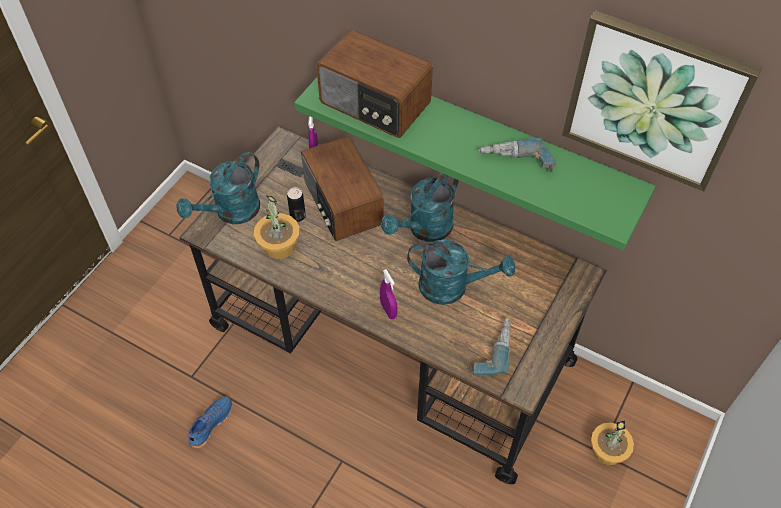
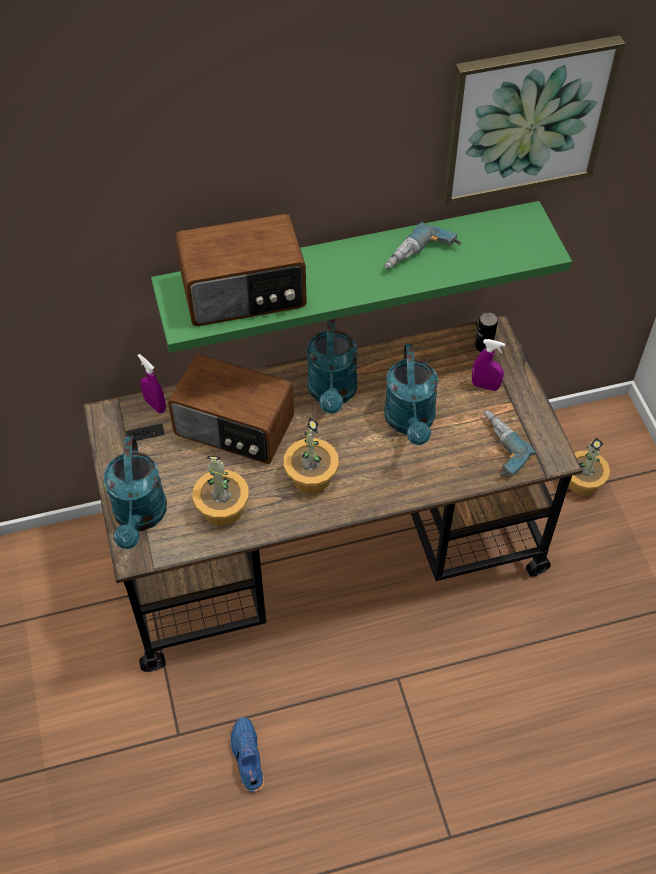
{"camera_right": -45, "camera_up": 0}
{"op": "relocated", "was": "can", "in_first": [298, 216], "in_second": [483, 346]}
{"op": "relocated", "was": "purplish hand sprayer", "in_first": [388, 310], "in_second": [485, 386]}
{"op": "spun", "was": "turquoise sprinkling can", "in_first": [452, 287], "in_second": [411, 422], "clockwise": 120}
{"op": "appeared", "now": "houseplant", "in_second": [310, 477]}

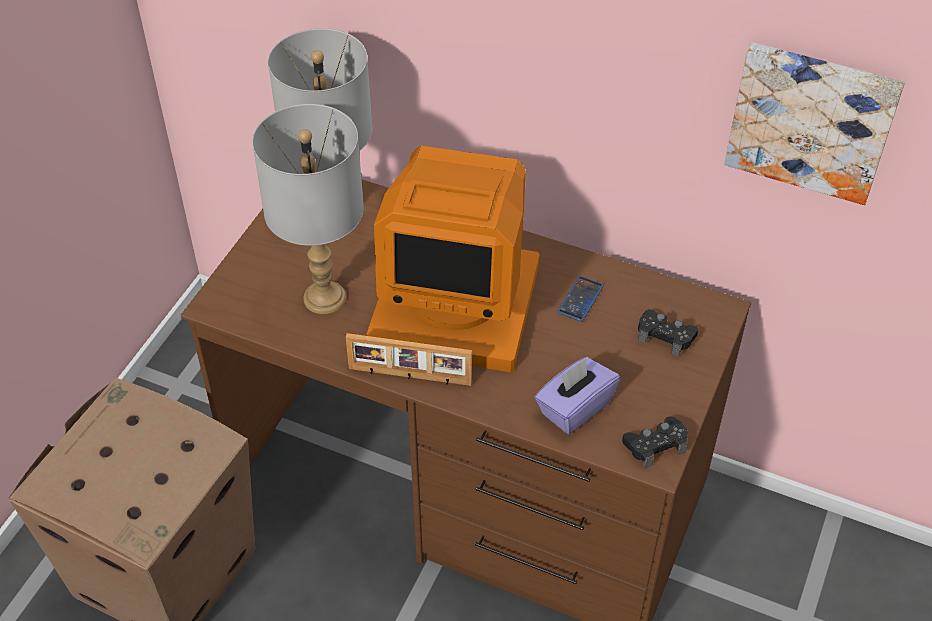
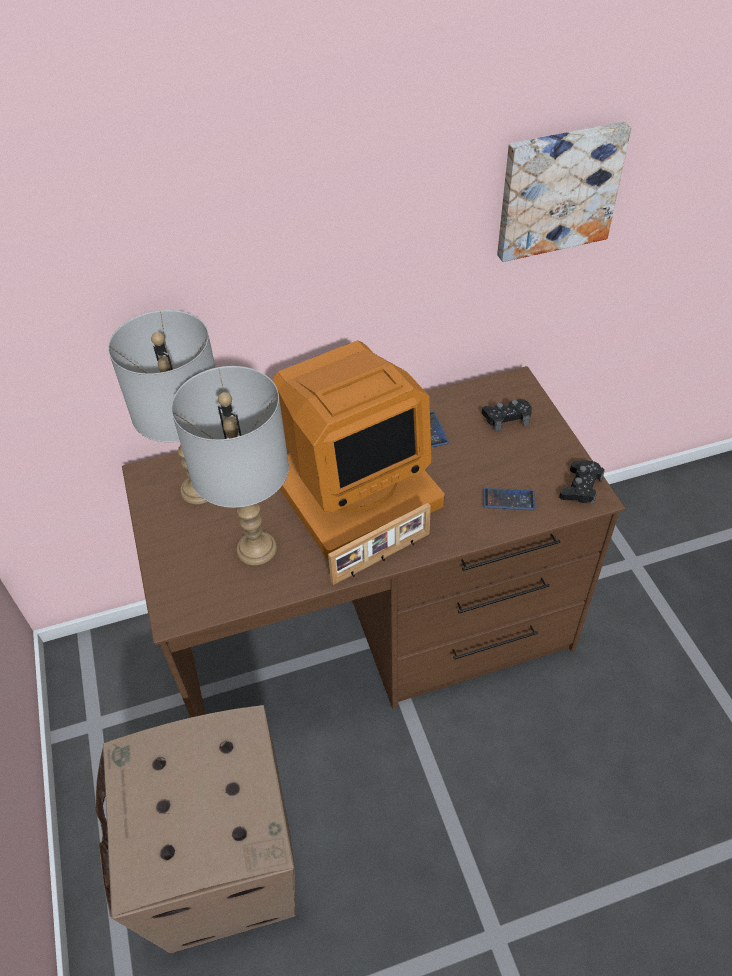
{"camera_right": -40, "camera_up": 0}
{"op": "exchanged", "was": "purplish box of tissues", "now": "telephone", "in_first": [574, 407], "in_second": [508, 500]}

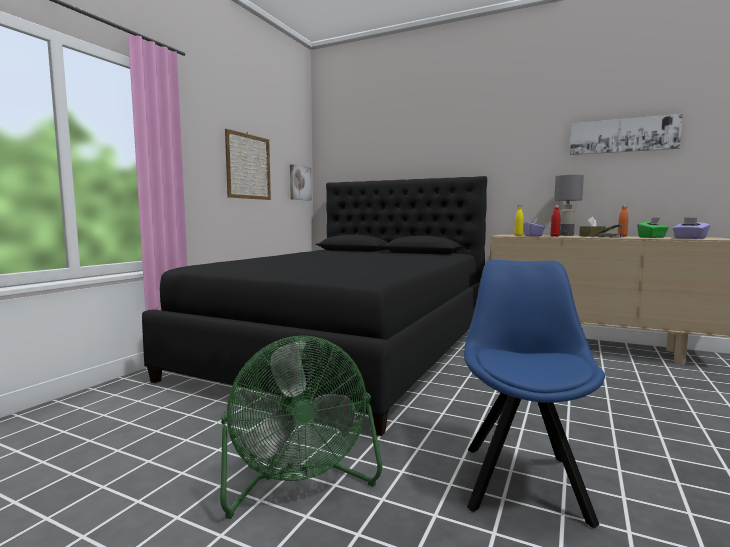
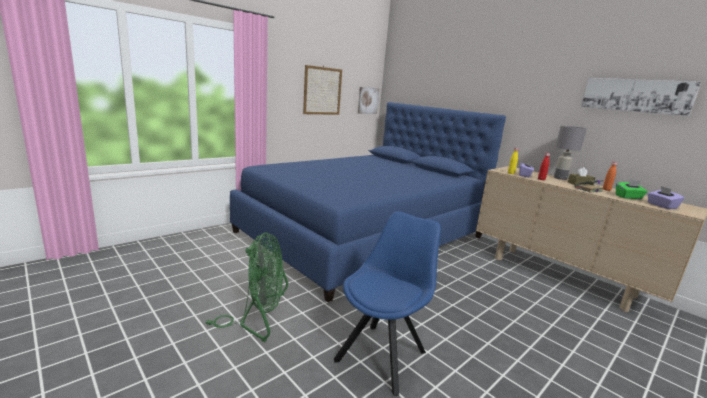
{"camera_right": 20, "camera_up": 10}
{"op": "colour", "was": "black-coloured sleeping bed", "now": "blue-coloured sleeping bed", "in_first": [348, 349], "in_second": [364, 234]}
{"op": "spun", "was": "greenish electric fan", "in_first": [293, 484], "in_second": [257, 316], "clockwise": -90}

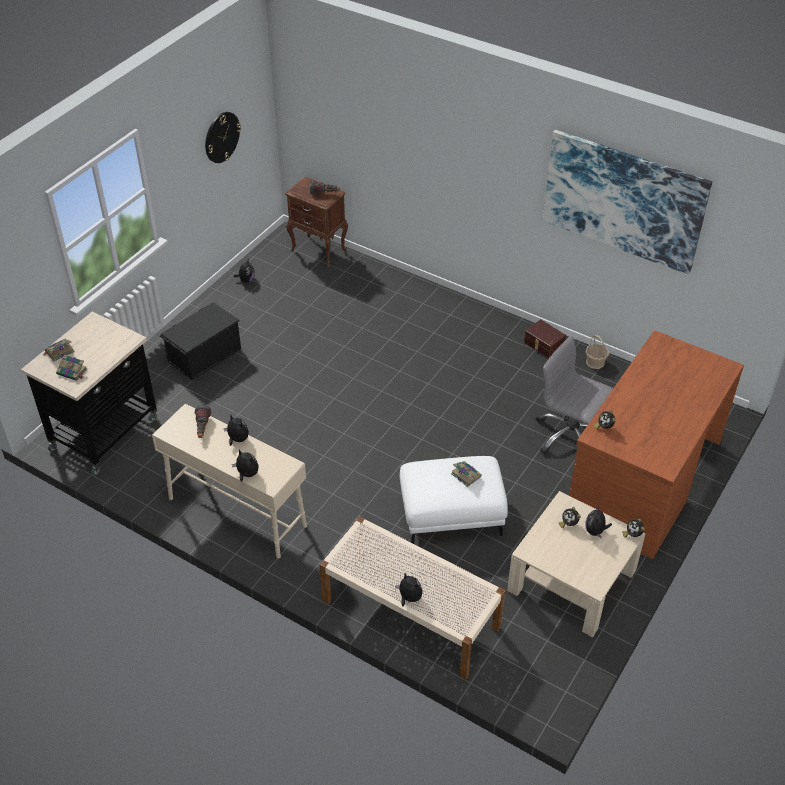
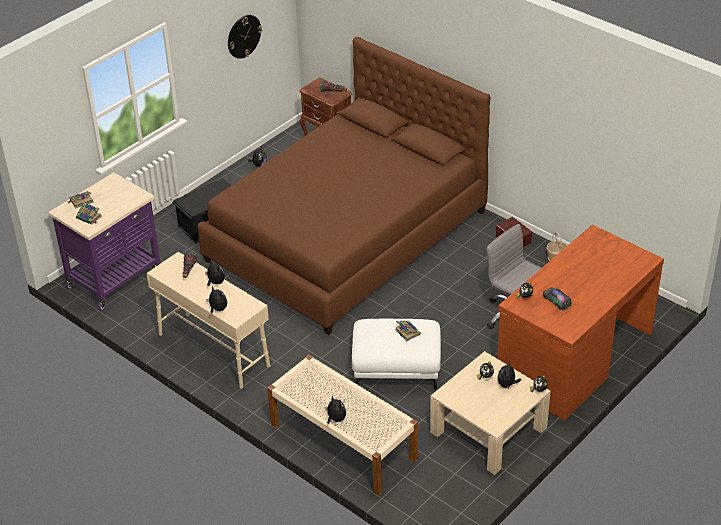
{"camera_right": 10, "camera_up": -5}
{"op": "colour", "was": "black-coloured trolley", "now": "purplish trolley", "in_first": [104, 433], "in_second": [114, 279]}
{"op": "missing", "was": "wall art", "in_first": [623, 200]}
{"op": "appeared", "now": "brown-coloured sleeping bed", "in_second": [347, 236]}
{"op": "appeared", "now": "toy truck", "in_second": [556, 301]}

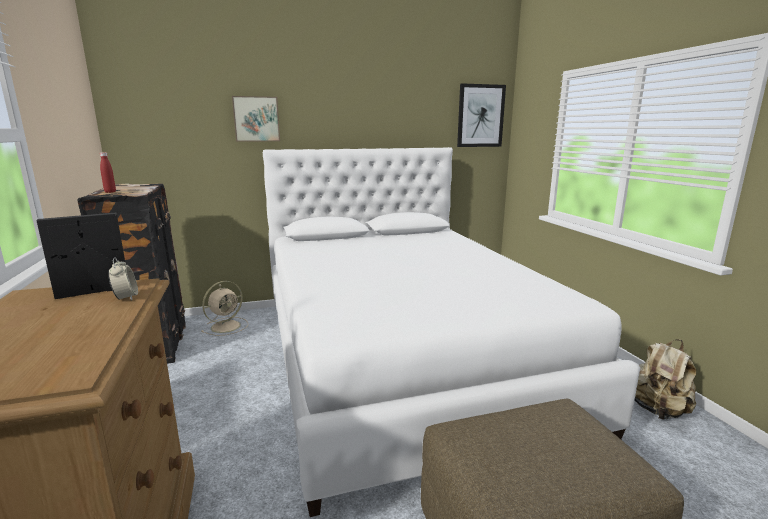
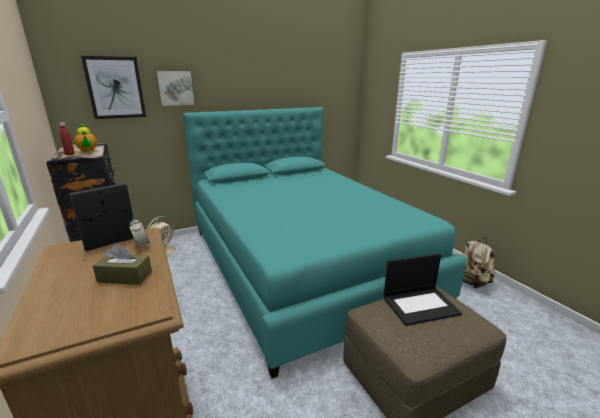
{"camera_right": -10, "camera_up": 5}
{"op": "colour", "was": "white-coloured sleeping bed", "now": "turquoise sleeping bed", "in_first": [402, 357], "in_second": [303, 262]}
{"op": "relocated", "was": "wall art", "in_first": [480, 116], "in_second": [115, 88]}
{"op": "appeared", "now": "pot for tea", "in_second": [88, 150]}
{"op": "appeared", "now": "brown-coloured box of tissues", "in_second": [125, 277]}
{"op": "appeared", "now": "notebook computer", "in_second": [421, 305]}

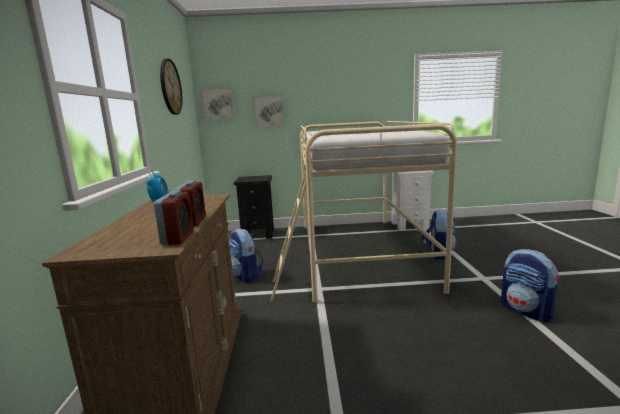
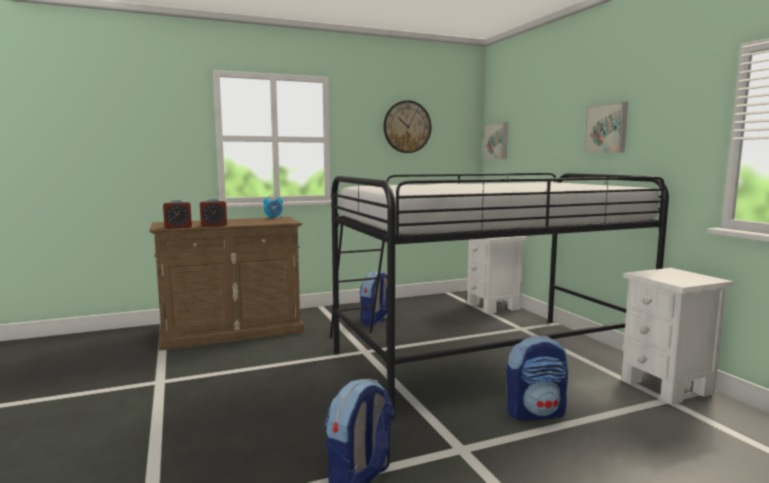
{"camera_right": 70, "camera_up": -5}
{"op": "colour", "was": "black-coloured bedside table", "now": "white-coloured bedside table", "in_first": [258, 234], "in_second": [492, 306]}
{"op": "relocated", "was": "wall art", "in_first": [269, 111], "in_second": [607, 128]}
{"op": "colour", "was": "sand-coloured sleeping bed", "now": "black-coloured sleeping bed", "in_first": [357, 253], "in_second": [483, 359]}

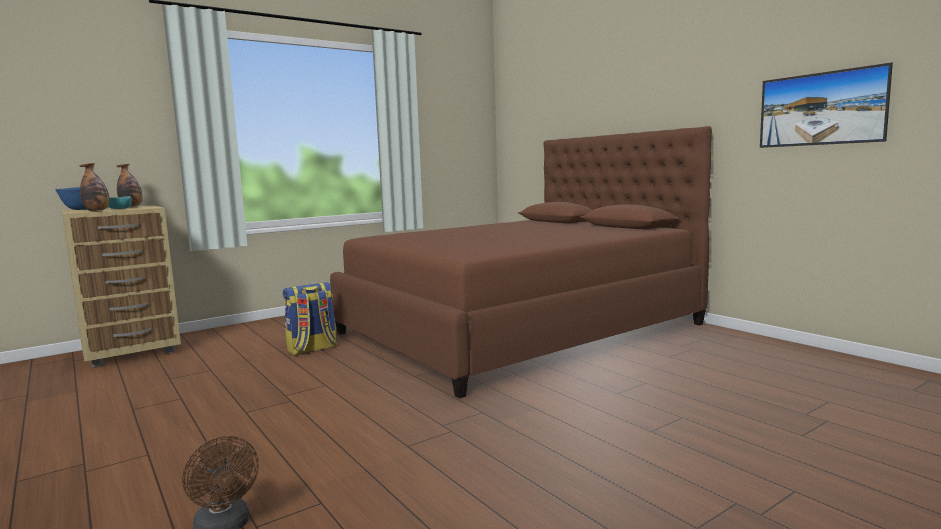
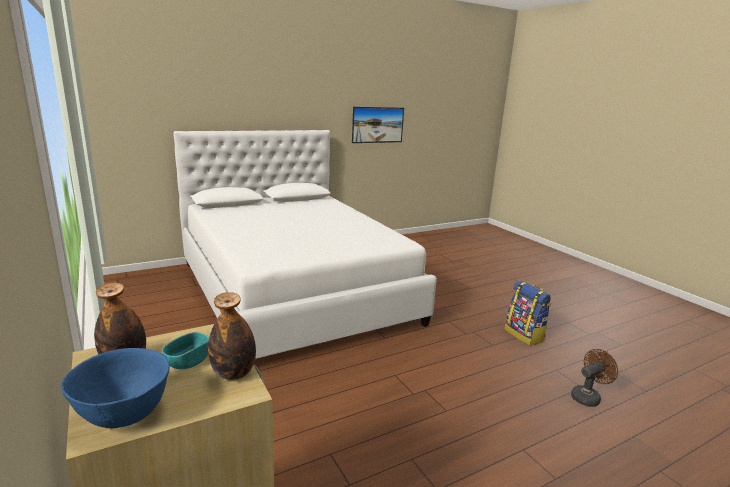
{"camera_right": -85, "camera_up": 10}
{"op": "relocated", "was": "knapsack", "in_first": [312, 349], "in_second": [524, 335]}
{"op": "colour", "was": "brown-coloured sleeping bed", "now": "white-coloured sleeping bed", "in_first": [519, 329], "in_second": [294, 291]}

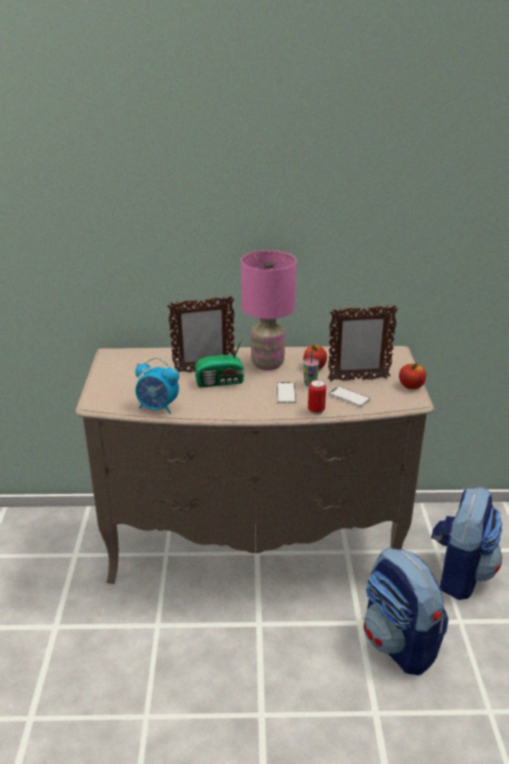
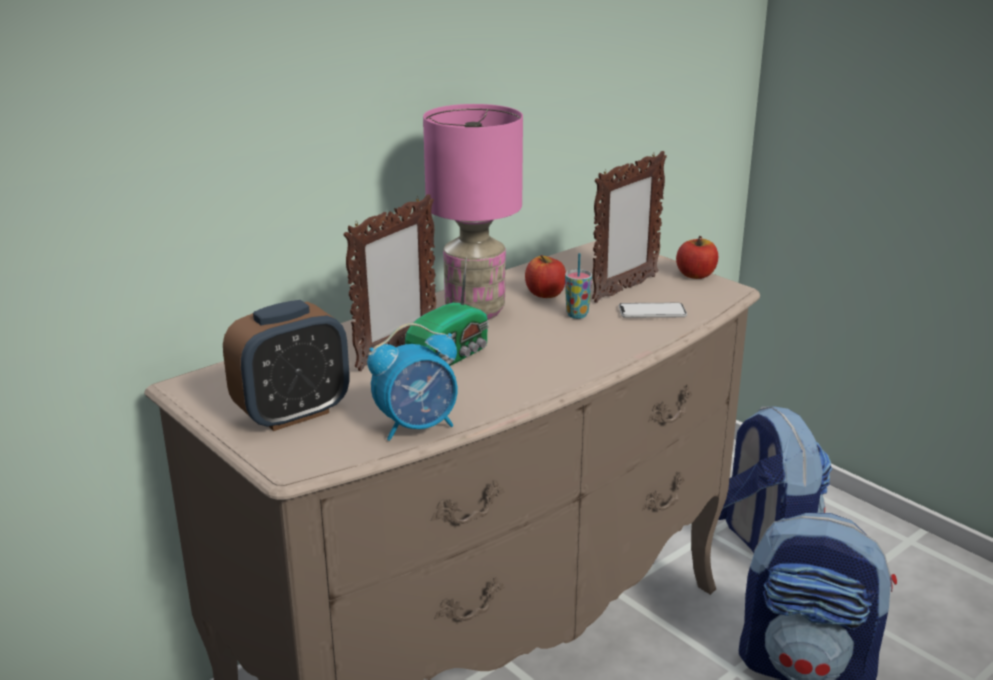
{"camera_right": -40, "camera_up": -5}
{"op": "missing", "was": "telephone", "in_first": [286, 393]}
{"op": "missing", "was": "can", "in_first": [316, 411]}
{"op": "appeared", "now": "alarm clock", "in_second": [292, 414]}

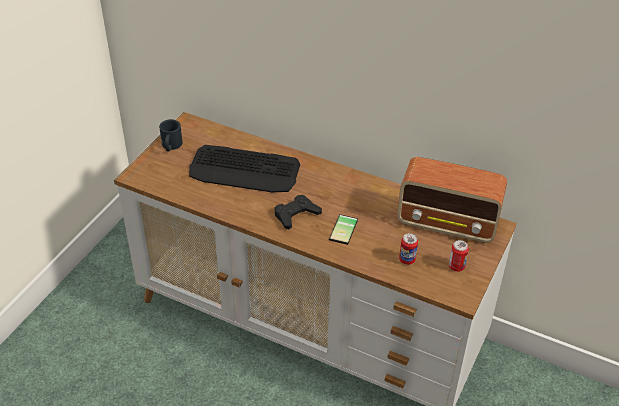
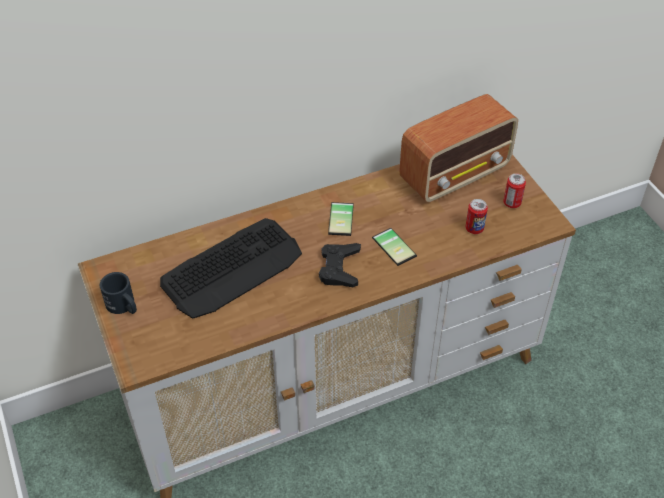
{"camera_right": -50, "camera_up": 5}
{"op": "appeared", "now": "telephone", "in_second": [343, 219]}

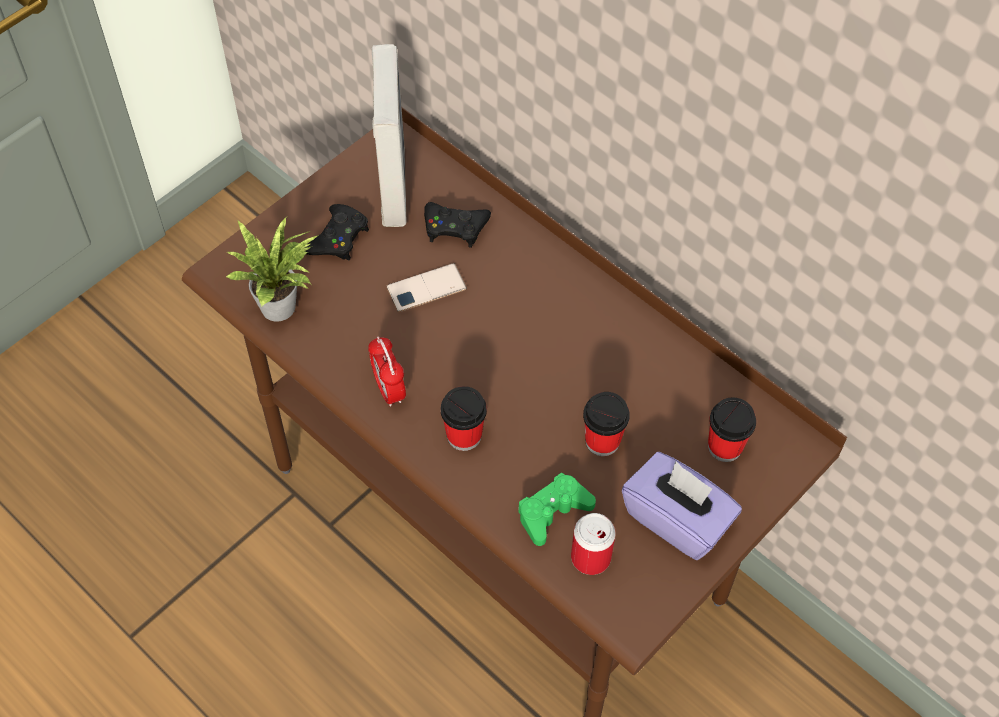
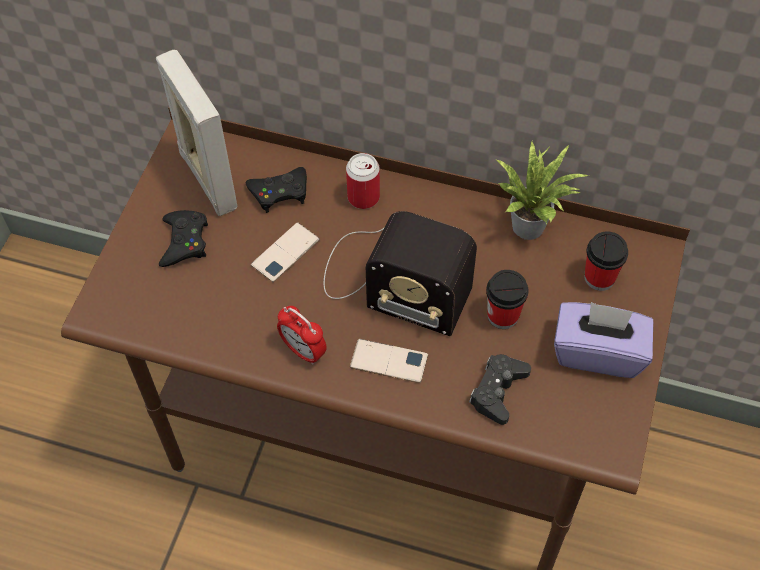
{"camera_right": -25, "camera_up": 0}
{"op": "relocated", "was": "houseplant", "in_first": [283, 306], "in_second": [532, 225]}
{"op": "exchanged", "was": "small cup", "now": "telephone", "in_first": [464, 435], "in_second": [389, 361]}
{"op": "colour", "was": "greenish gamepad", "now": "black-coloured gamepad", "in_first": [553, 512], "in_second": [498, 391]}
{"op": "relocated", "was": "can", "in_first": [590, 557], "in_second": [363, 197]}
{"op": "appeared", "now": "radio", "in_second": [391, 281]}

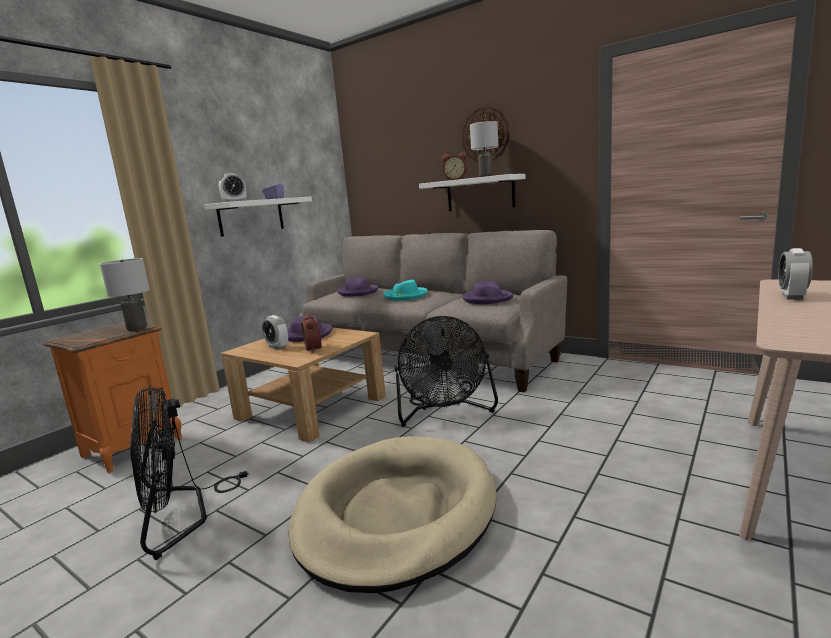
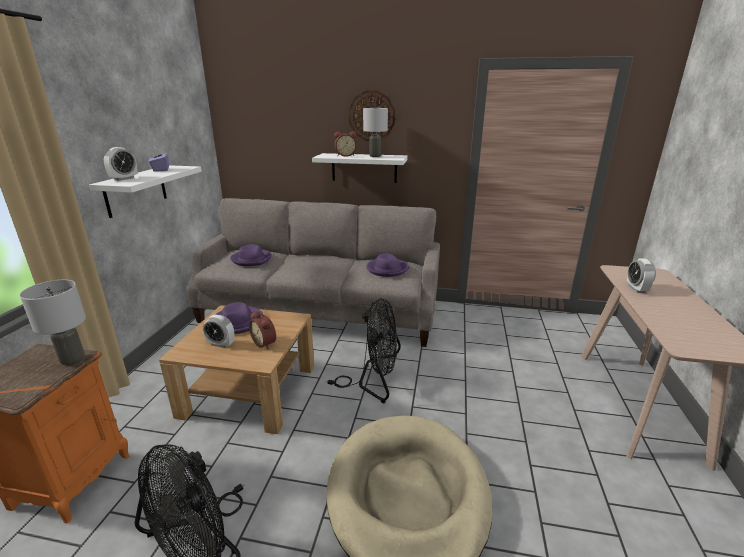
{"camera_right": -25, "camera_up": 10}
{"op": "missing", "was": "turquoise hat", "in_first": [405, 296]}
{"op": "spun", "was": "black-coloured electric fan", "in_first": [440, 411], "in_second": [373, 377], "clockwise": -45}

